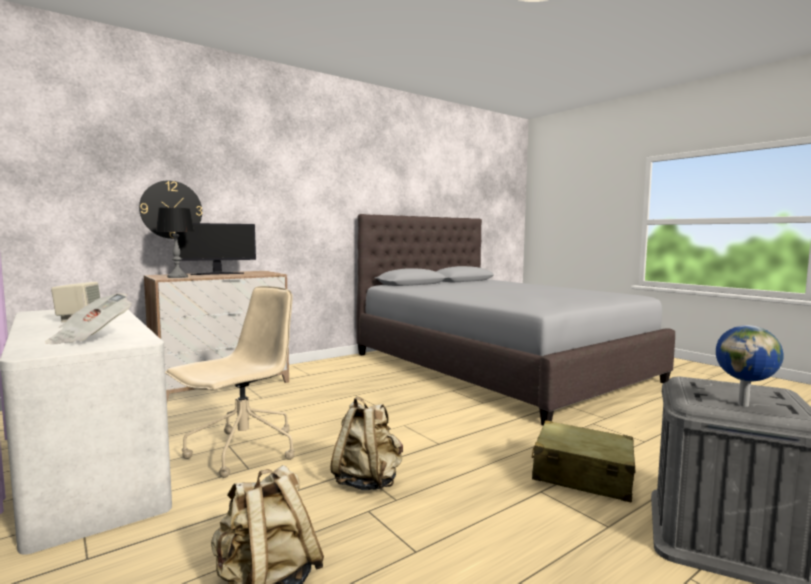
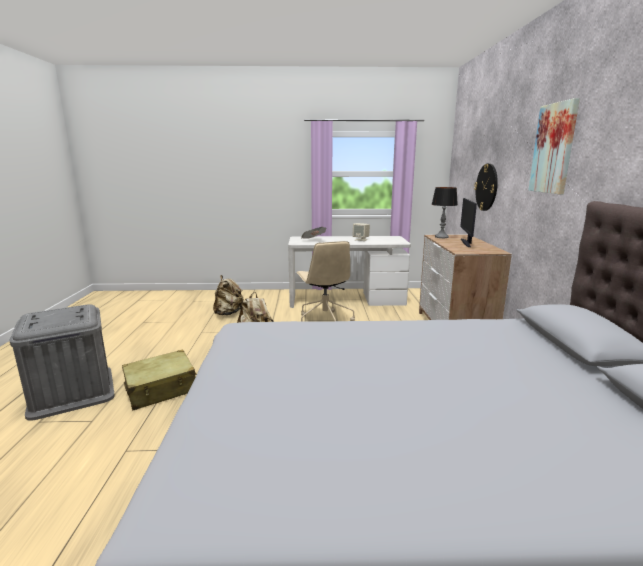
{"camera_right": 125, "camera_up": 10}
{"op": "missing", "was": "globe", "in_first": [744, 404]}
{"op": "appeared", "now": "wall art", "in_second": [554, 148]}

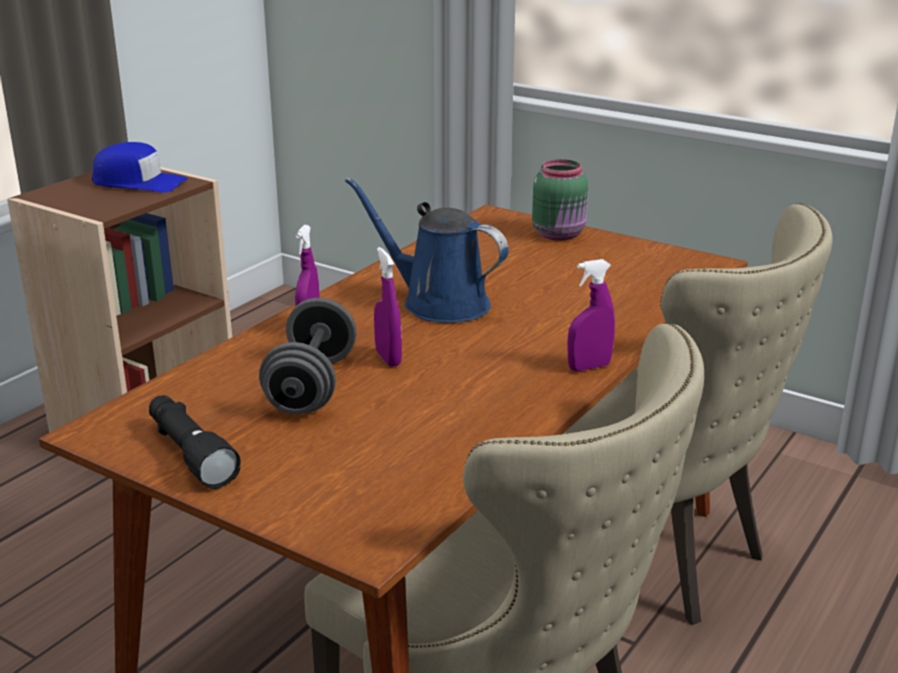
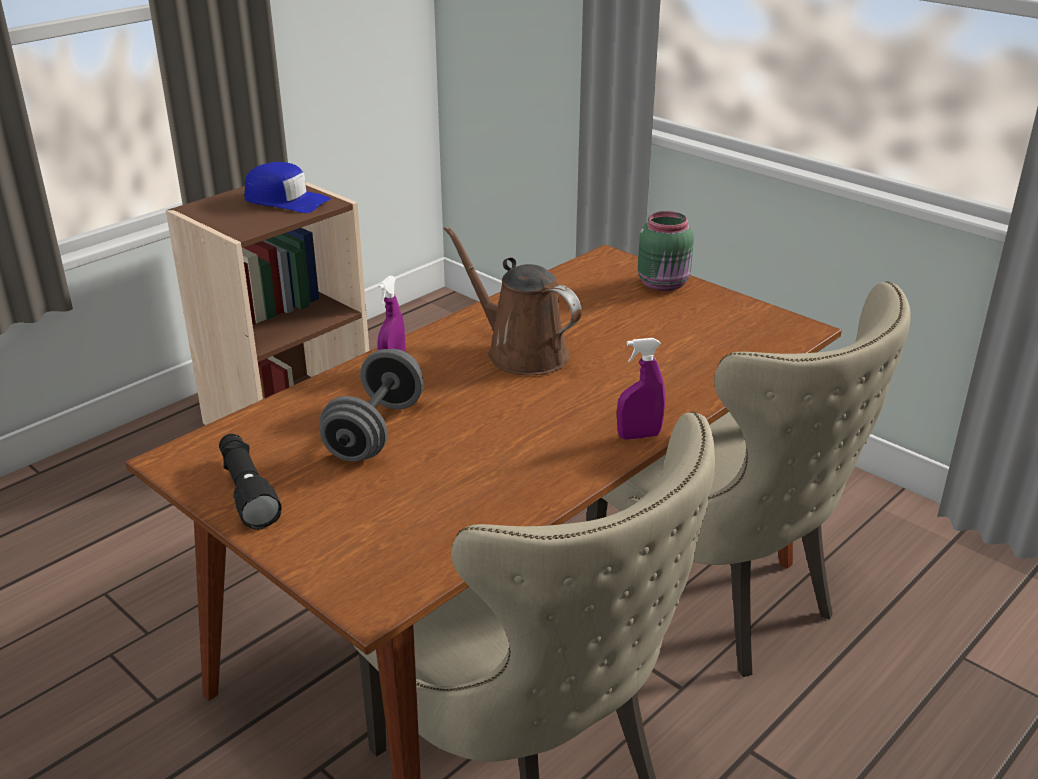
{"camera_right": 10, "camera_up": 5}
{"op": "colour", "was": "blue-coloured sprinkling can", "now": "brown-coloured sprinkling can", "in_first": [438, 303], "in_second": [520, 352]}
{"op": "missing", "was": "purplish hand sprayer", "in_first": [388, 358]}

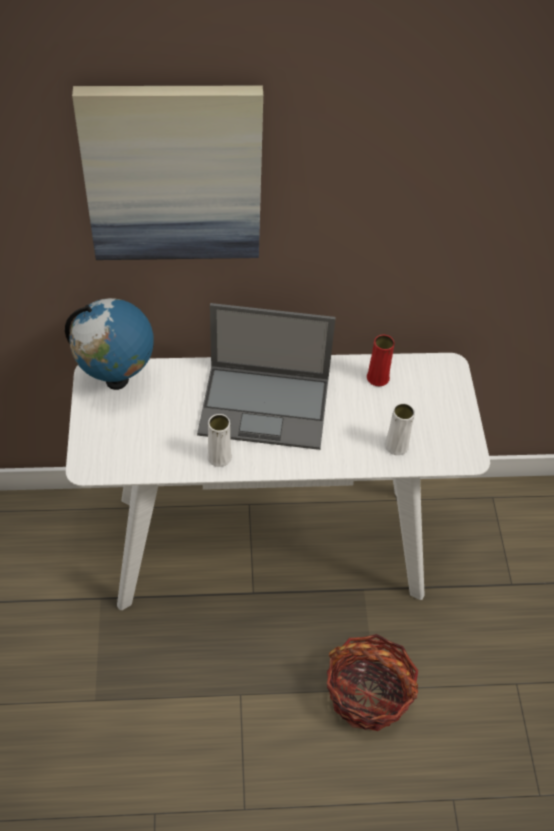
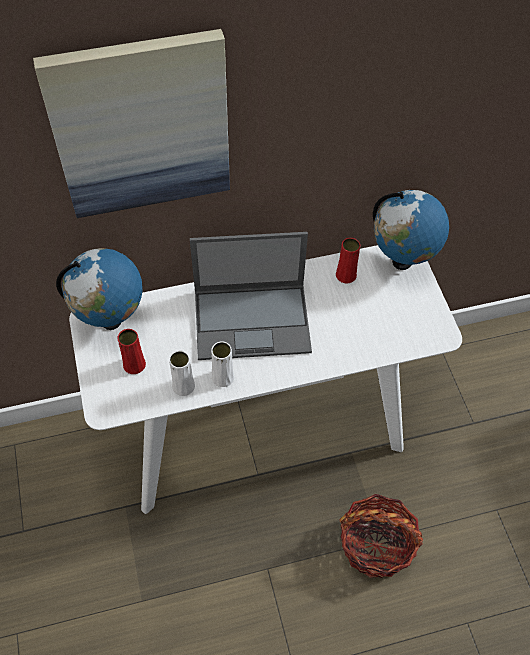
{"camera_right": -10, "camera_up": 5}
{"op": "relocated", "was": "white-coloured flower vase", "in_first": [396, 445], "in_second": [183, 386]}
{"op": "appeared", "now": "red flower vase", "in_second": [134, 364]}
{"op": "appeared", "now": "globe", "in_second": [402, 261]}

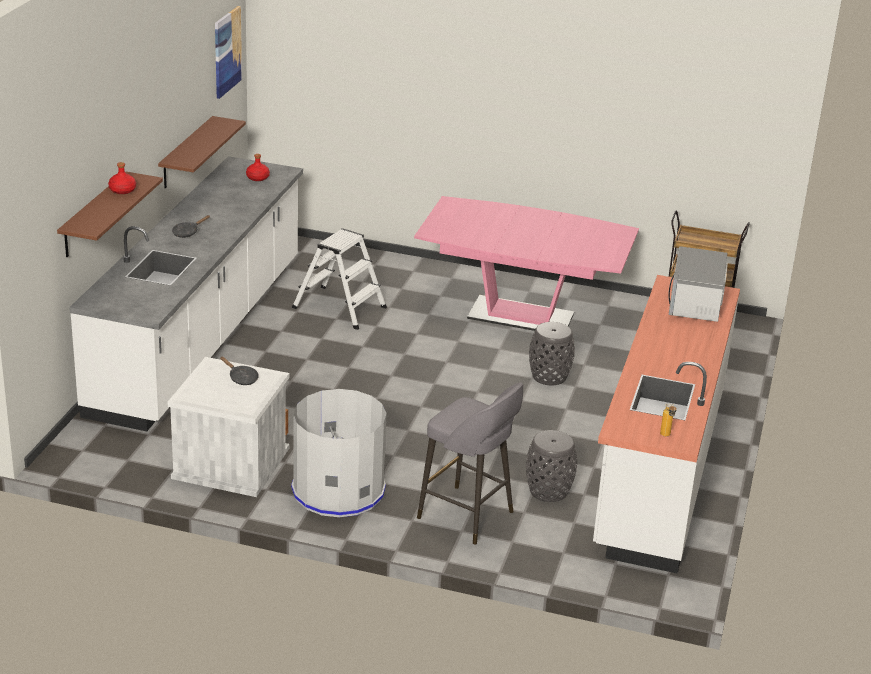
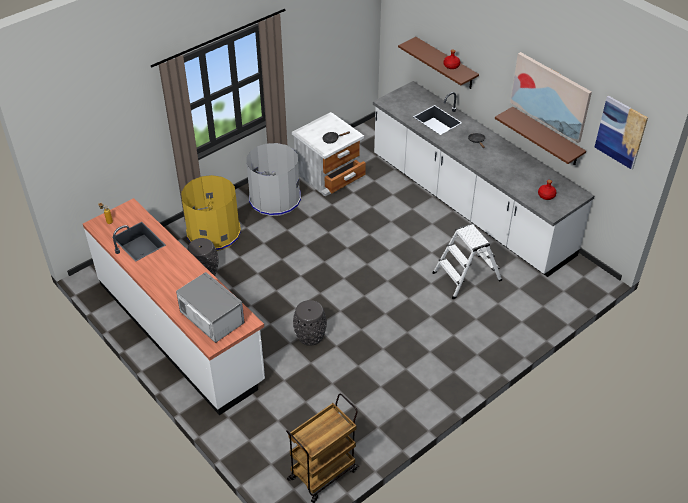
{"camera_right": 125, "camera_up": 15}
{"op": "missing", "was": "pinkish dining table", "in_first": [520, 316]}
{"op": "exchanged", "was": "grey sitting stool", "now": "yellowish rubbish bin", "in_first": [468, 516], "in_second": [213, 233]}
{"op": "appeared", "now": "wall art", "in_second": [550, 96]}

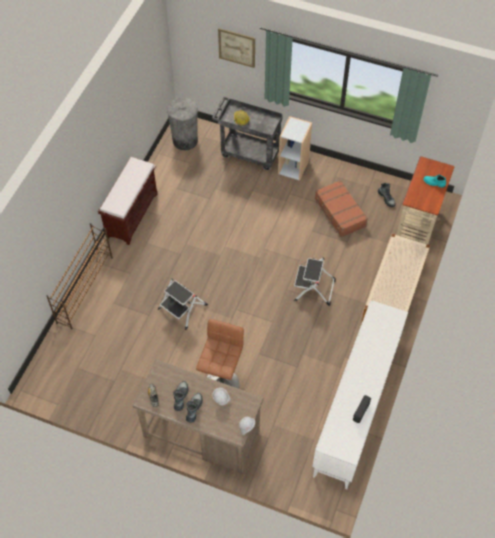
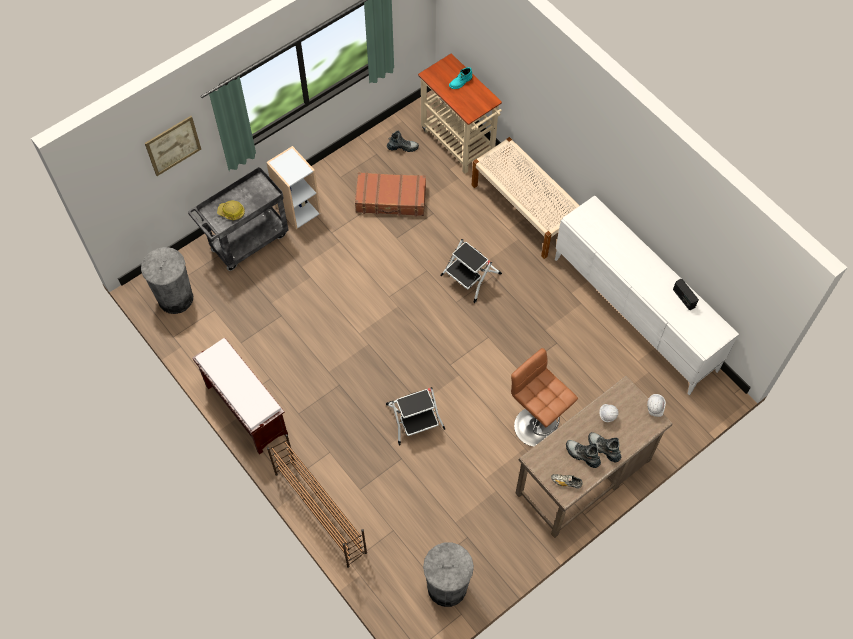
{"camera_right": -60, "camera_up": 5}
{"op": "appeared", "now": "grey rubbish bin", "in_second": [447, 587]}

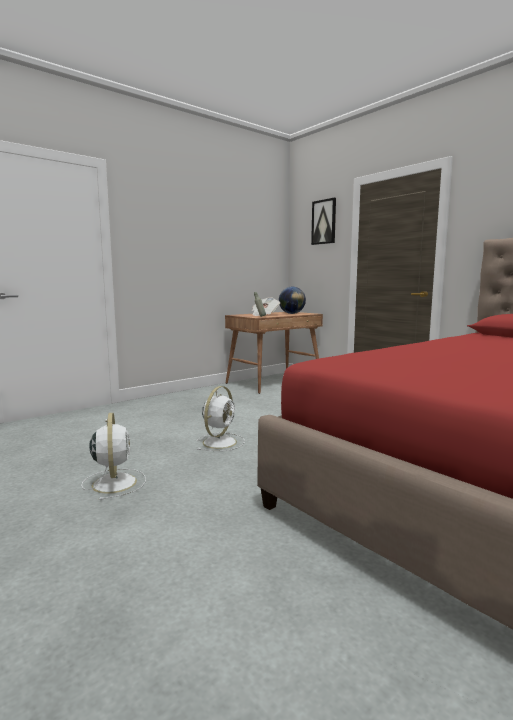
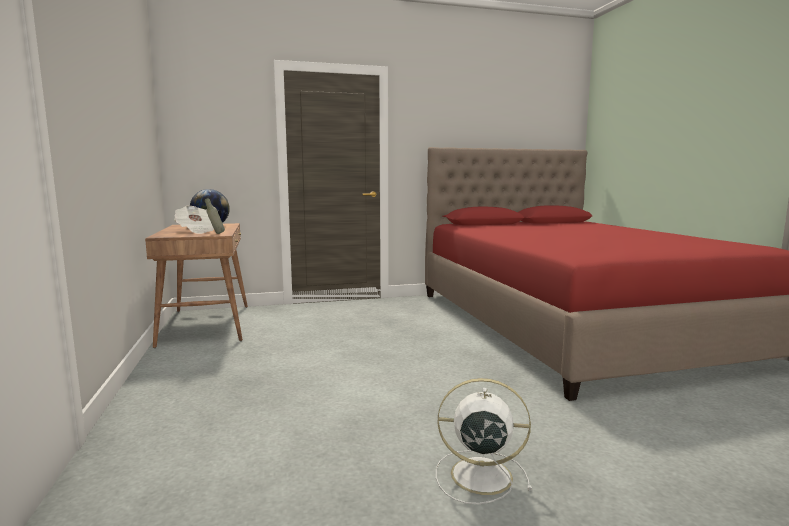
{"camera_right": -65, "camera_up": 0}
{"op": "missing", "was": "white-coloured electric fan", "in_first": [220, 442]}
{"op": "missing", "was": "wall art", "in_first": [324, 222]}

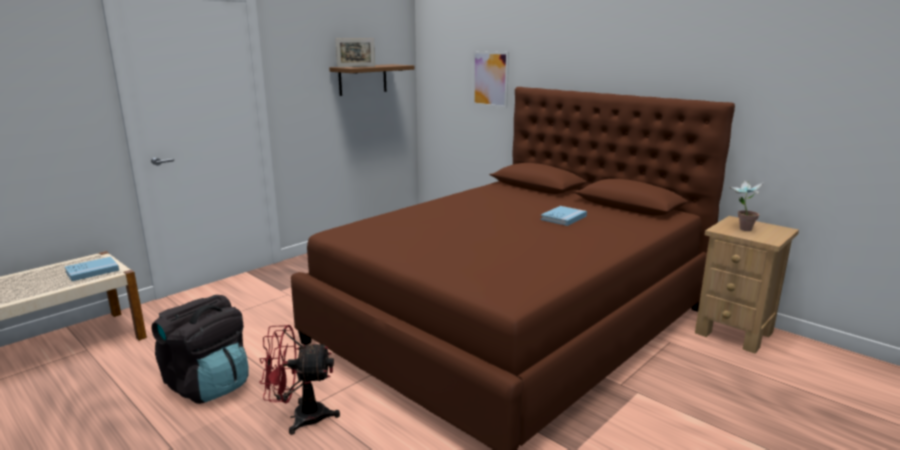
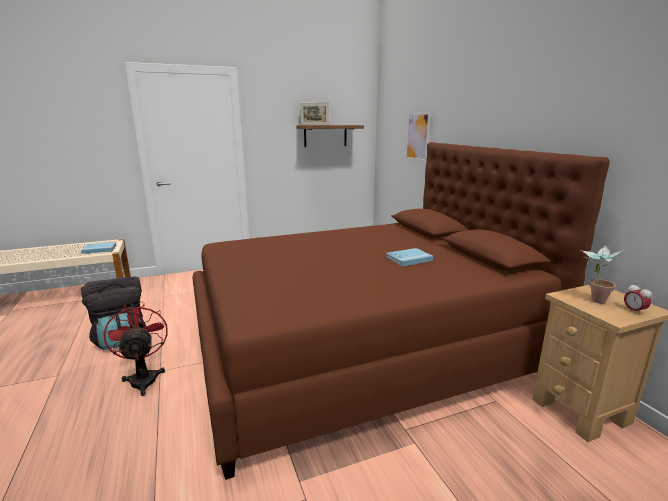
{"camera_right": 25, "camera_up": 0}
{"op": "spun", "was": "red electric fan", "in_first": [300, 417], "in_second": [143, 377], "clockwise": 45}
{"op": "appeared", "now": "alarm clock", "in_second": [634, 311]}

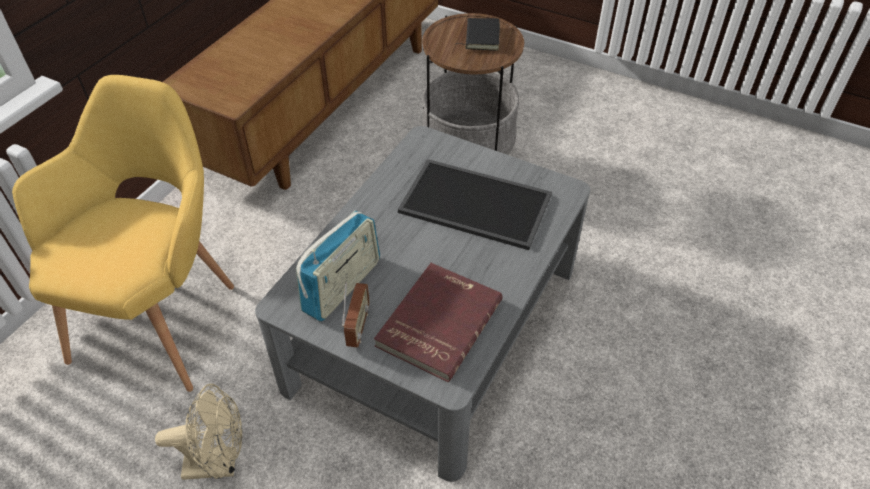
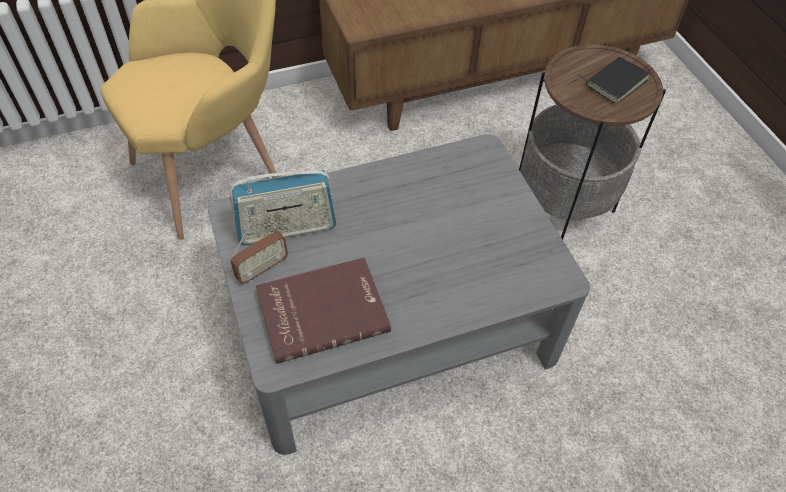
{"camera_right": 40, "camera_up": 5}
{"op": "missing", "was": "sand-coloured electric fan", "in_first": [219, 463]}
{"op": "missing", "was": "carrying tray", "in_first": [477, 202]}

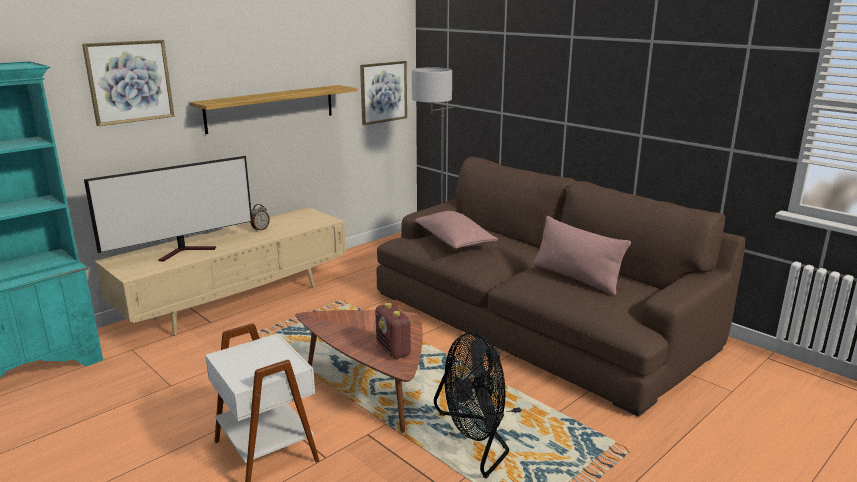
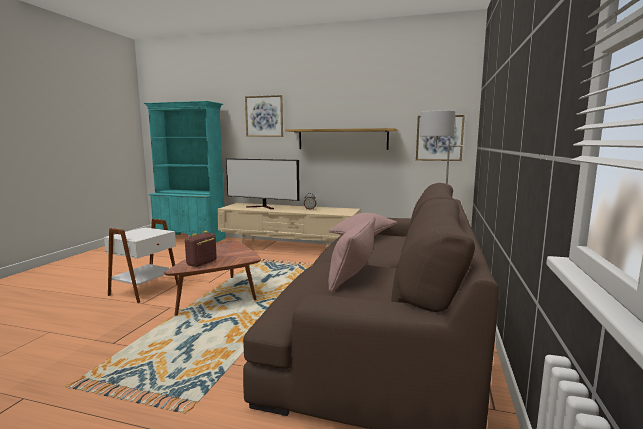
{"camera_right": 60, "camera_up": -10}
{"op": "missing", "was": "black-coloured electric fan", "in_first": [479, 437]}

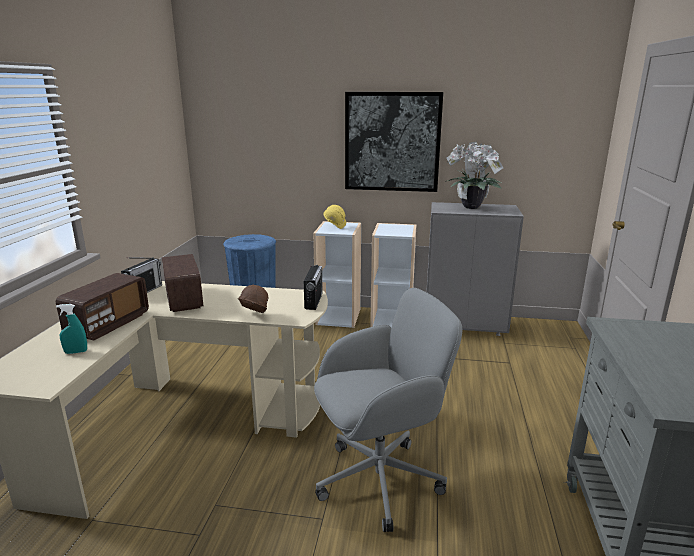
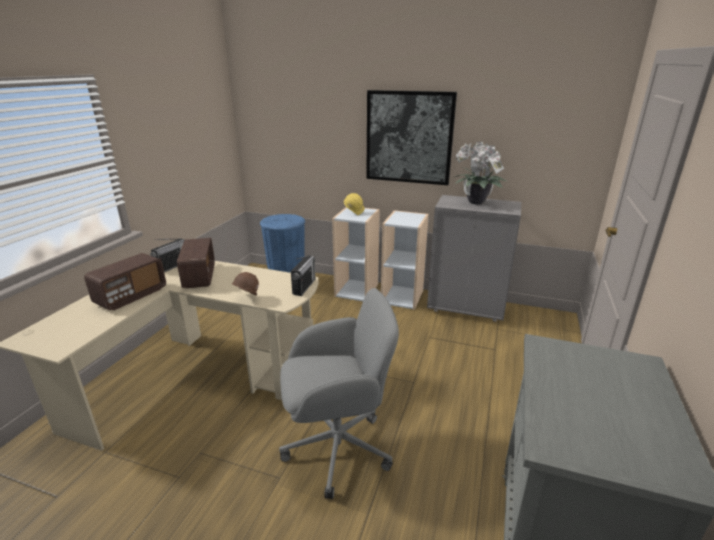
{"camera_right": 10, "camera_up": 5}
{"op": "missing", "was": "turquoise hand sprayer", "in_first": [76, 352]}

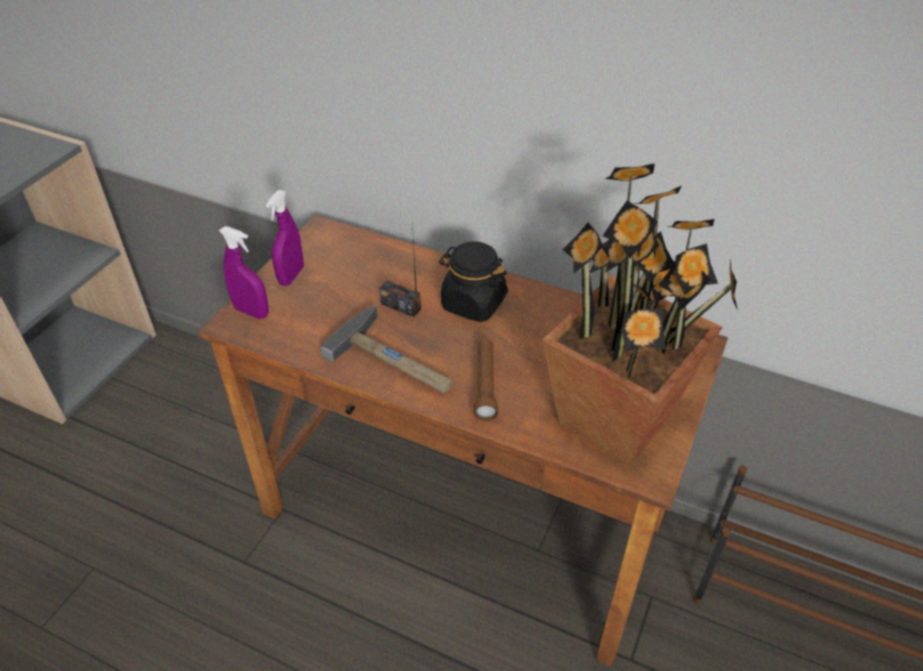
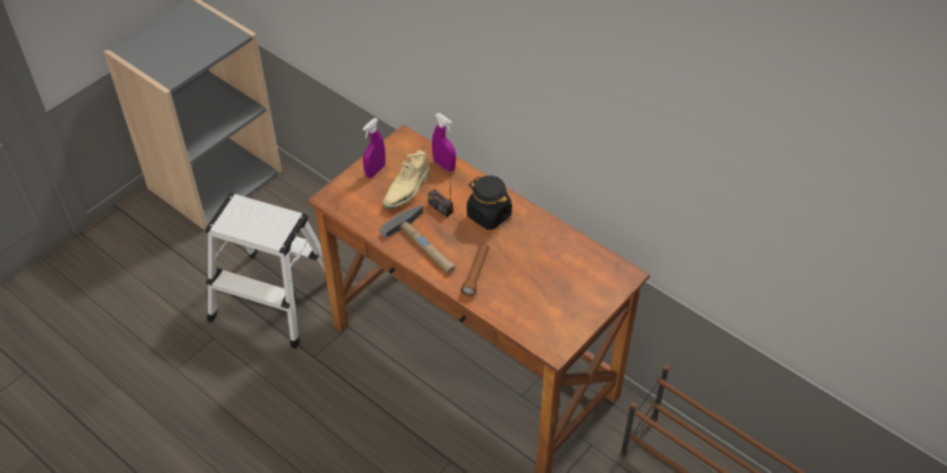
{"camera_right": 15, "camera_up": 5}
{"op": "relocated", "was": "purplish hand sprayer", "in_first": [251, 312], "in_second": [444, 165]}
{"op": "missing", "was": "houseplant", "in_first": [617, 420]}
{"op": "appeared", "now": "white-coloured stepladder", "in_second": [273, 297]}
{"op": "appeared", "now": "sand-coloured low shoe", "in_second": [407, 189]}

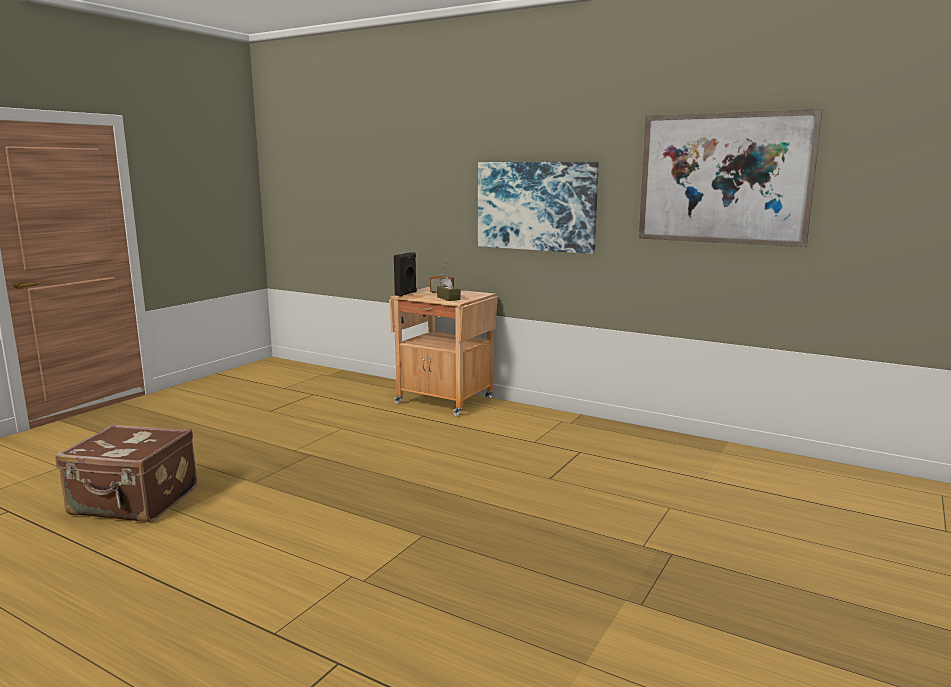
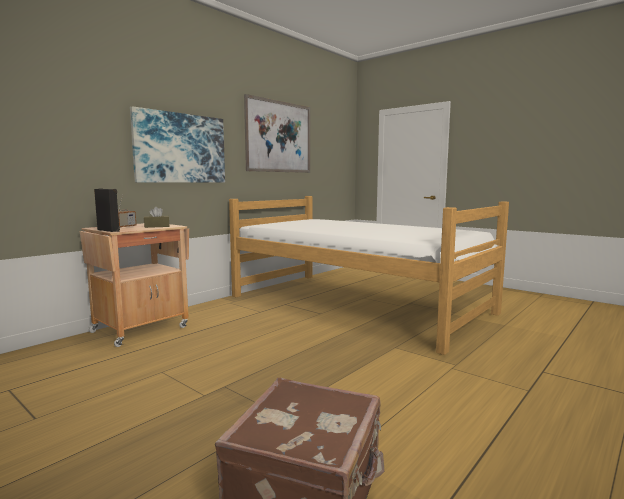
{"camera_right": -80, "camera_up": -5}
{"op": "appeared", "now": "sleeping bed", "in_second": [356, 304]}

